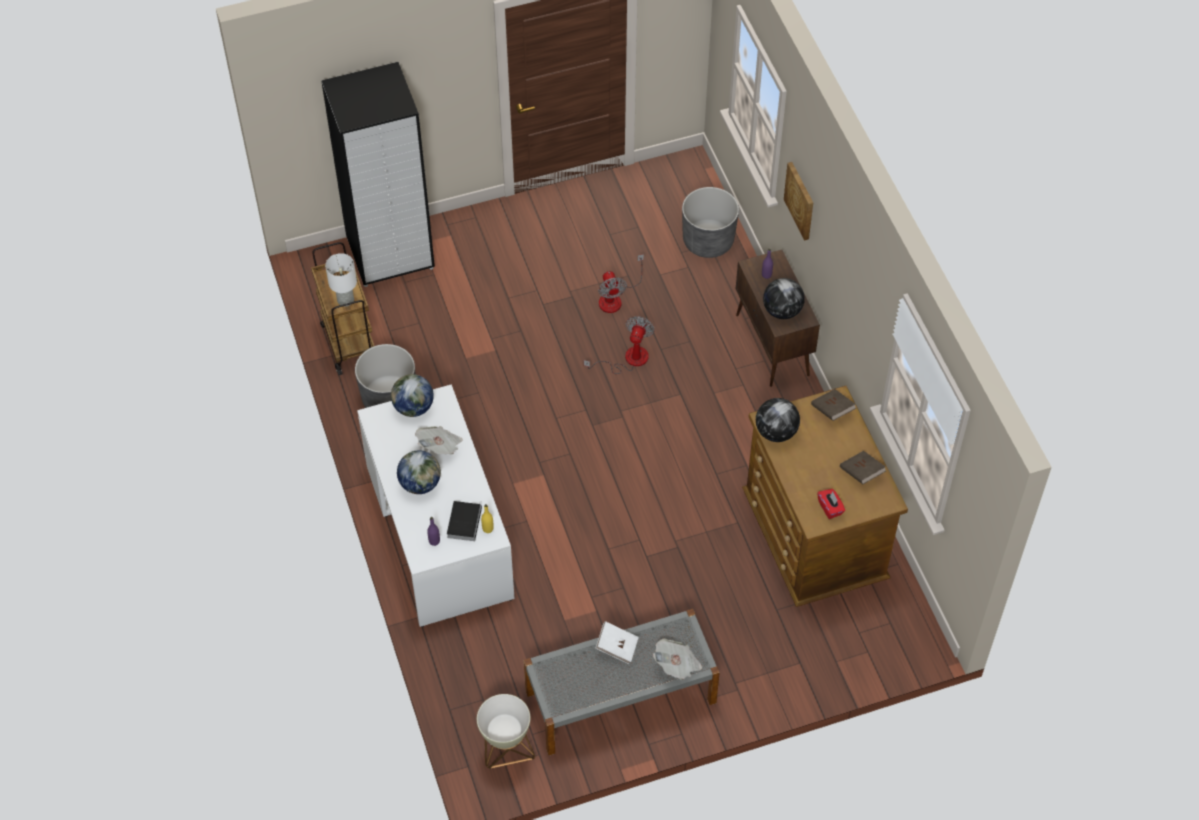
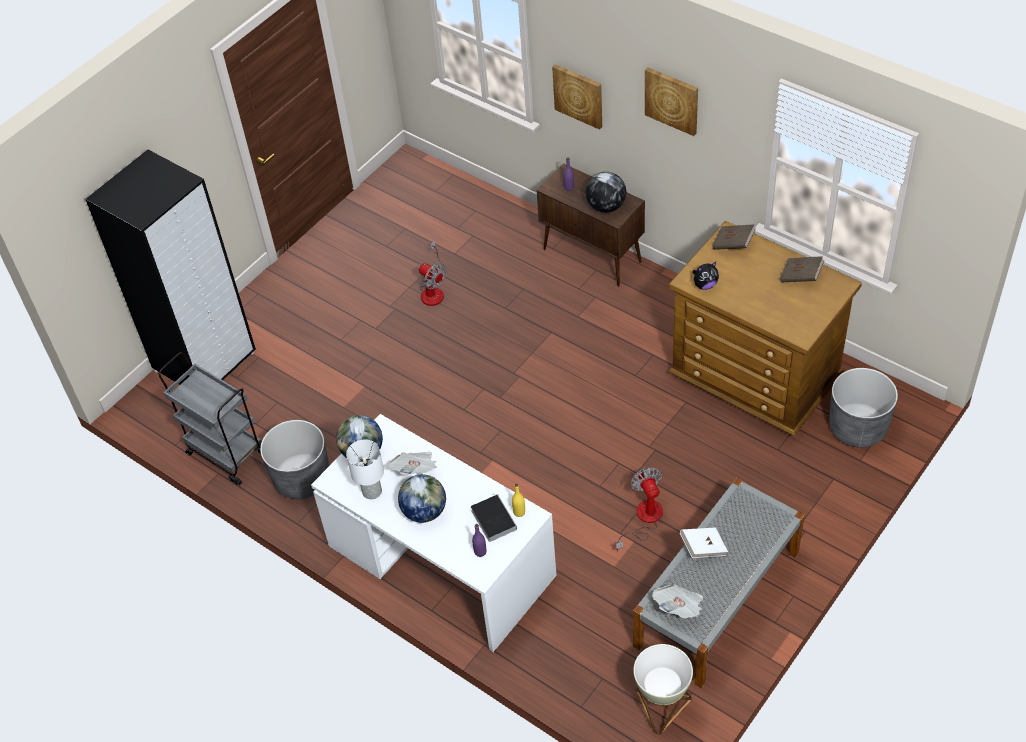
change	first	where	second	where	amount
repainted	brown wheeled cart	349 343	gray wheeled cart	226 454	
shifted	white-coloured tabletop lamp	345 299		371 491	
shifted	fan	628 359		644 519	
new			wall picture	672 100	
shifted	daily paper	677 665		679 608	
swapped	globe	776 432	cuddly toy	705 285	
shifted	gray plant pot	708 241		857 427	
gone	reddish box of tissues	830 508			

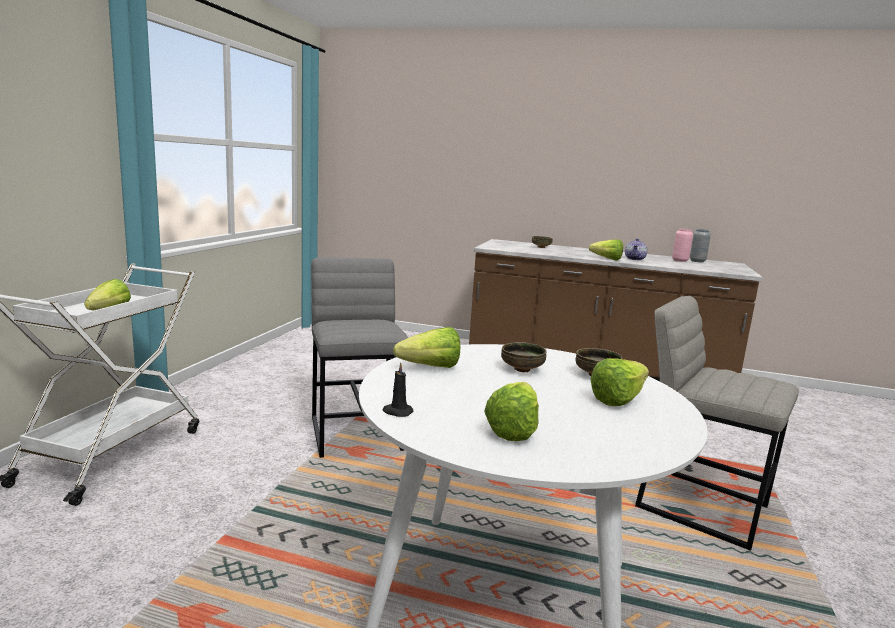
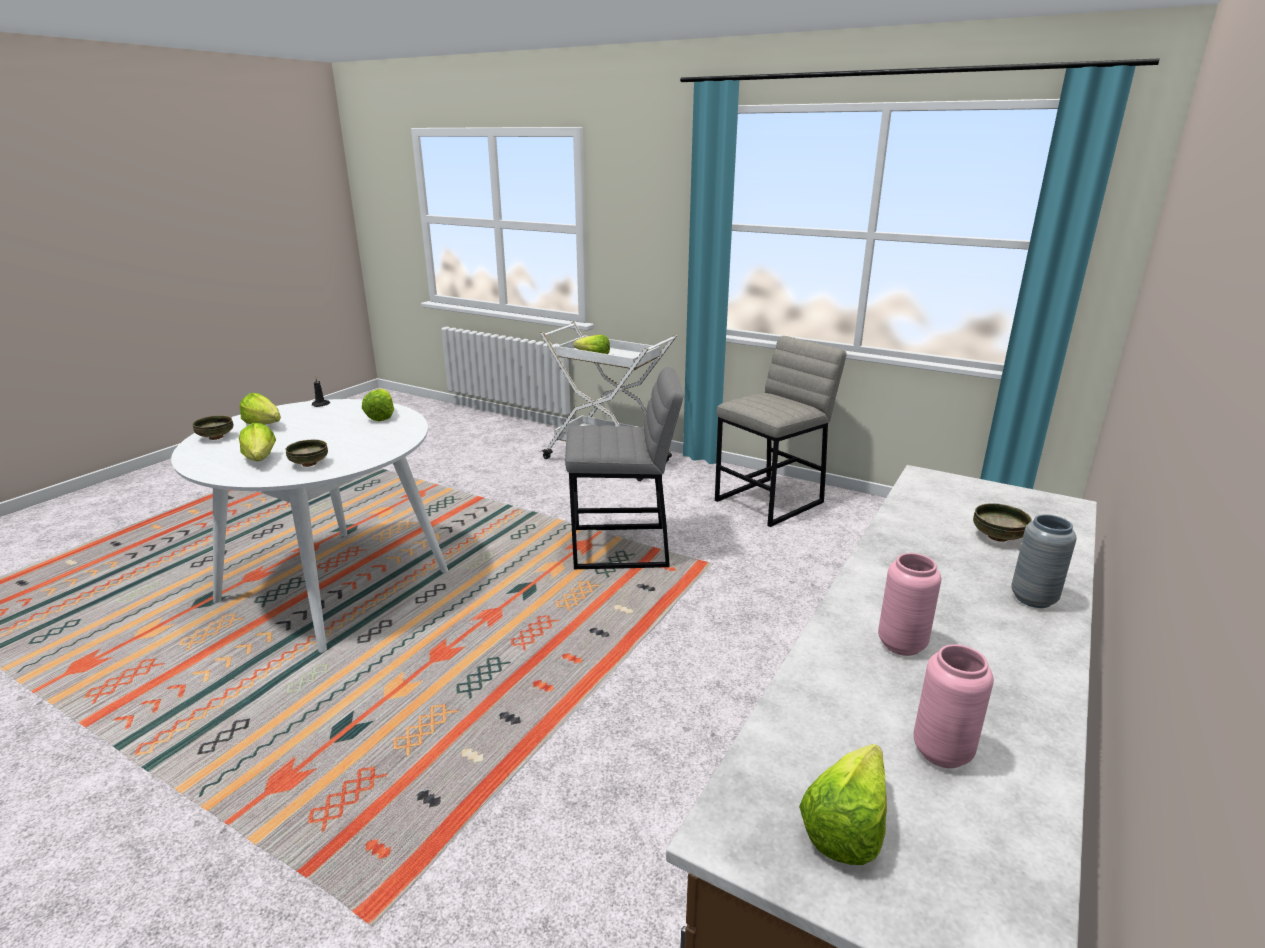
change	first	where	second	where	amount
shifted	serving bowl	522 370		215 437	
shifted	gray chair	698 505		771 500	
shifted	lettuce head	604 258		852 821	
swapped	tea pot	635 259	pinkish decorative vase	901 644	
shifted	gray decorative vase	697 261		1033 599	

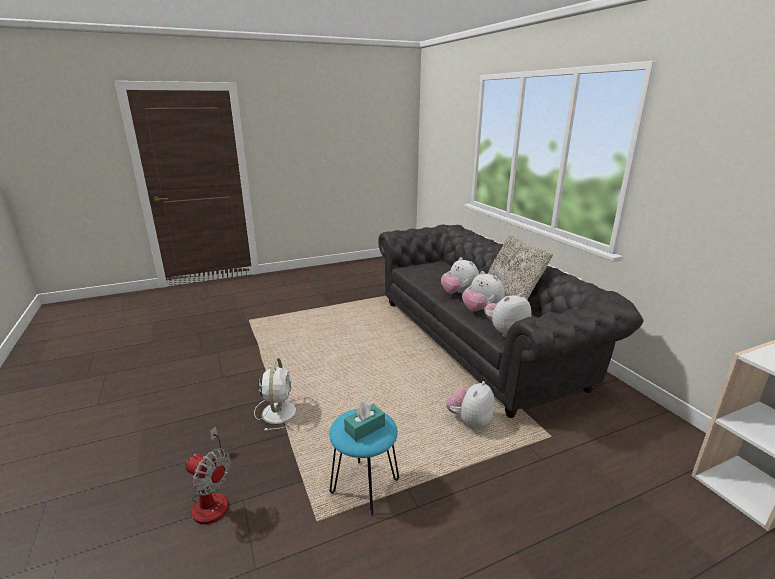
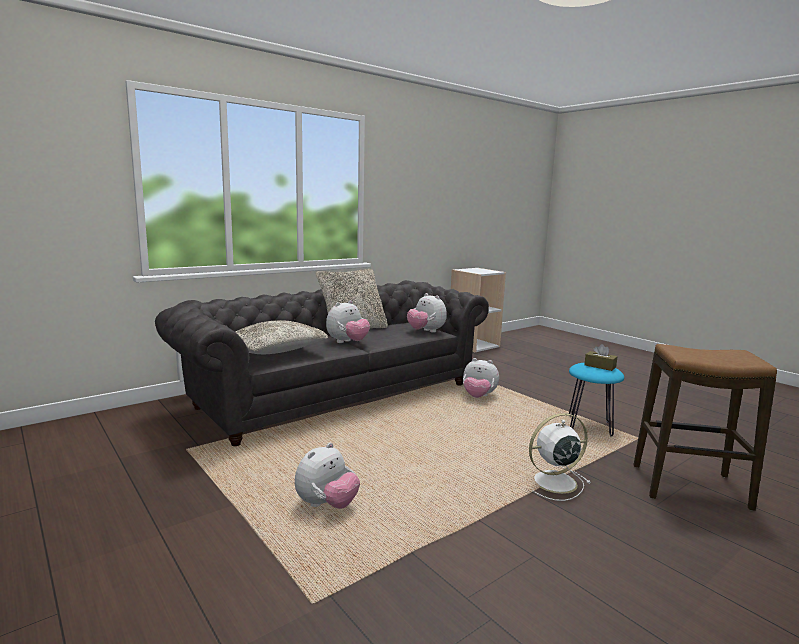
change	first	where	second	where	amount
new			beige cushion	273 352	
shifted	cuddly toy	481 311		326 505	
repainted	blue-green box of tissues	365 428	brown box of tissues	600 366	
swapped	fan	212 498	sitting stool	689 487	

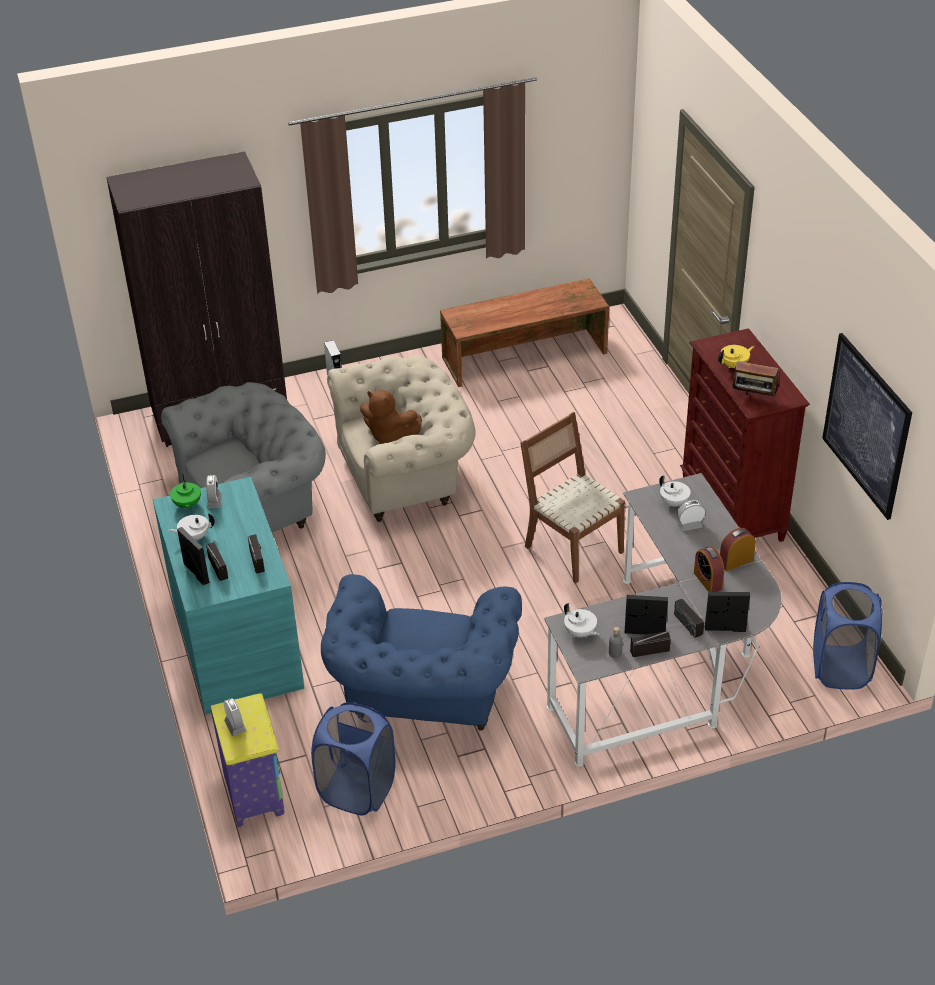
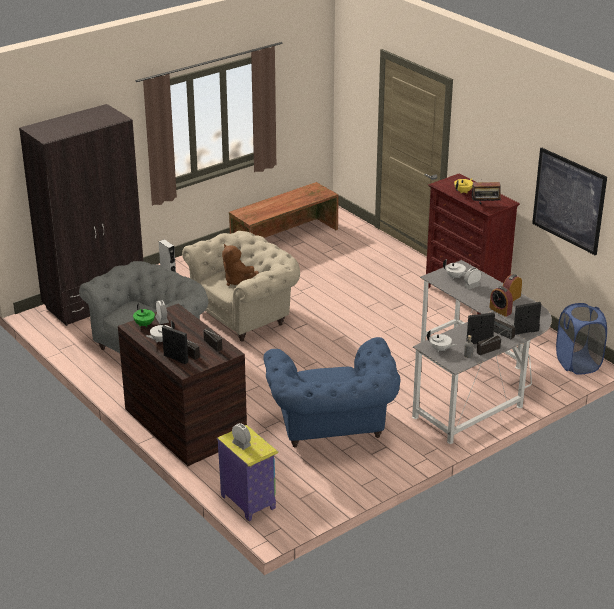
change	first	where	second	where	amount
repainted	blue-green dresser	236 643	brown dresser	185 424	
rotated	brown cuddly toy	389 435		238 281	45 degrees clockwise
gone	blue-coloured laundry basket	357 790			
gone	chair	571 547			

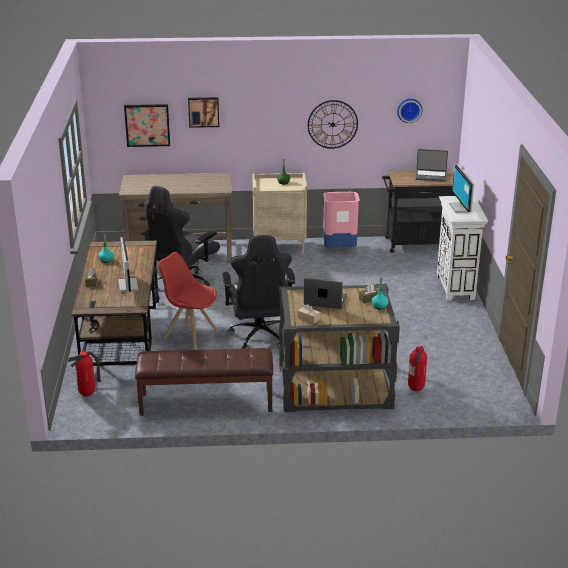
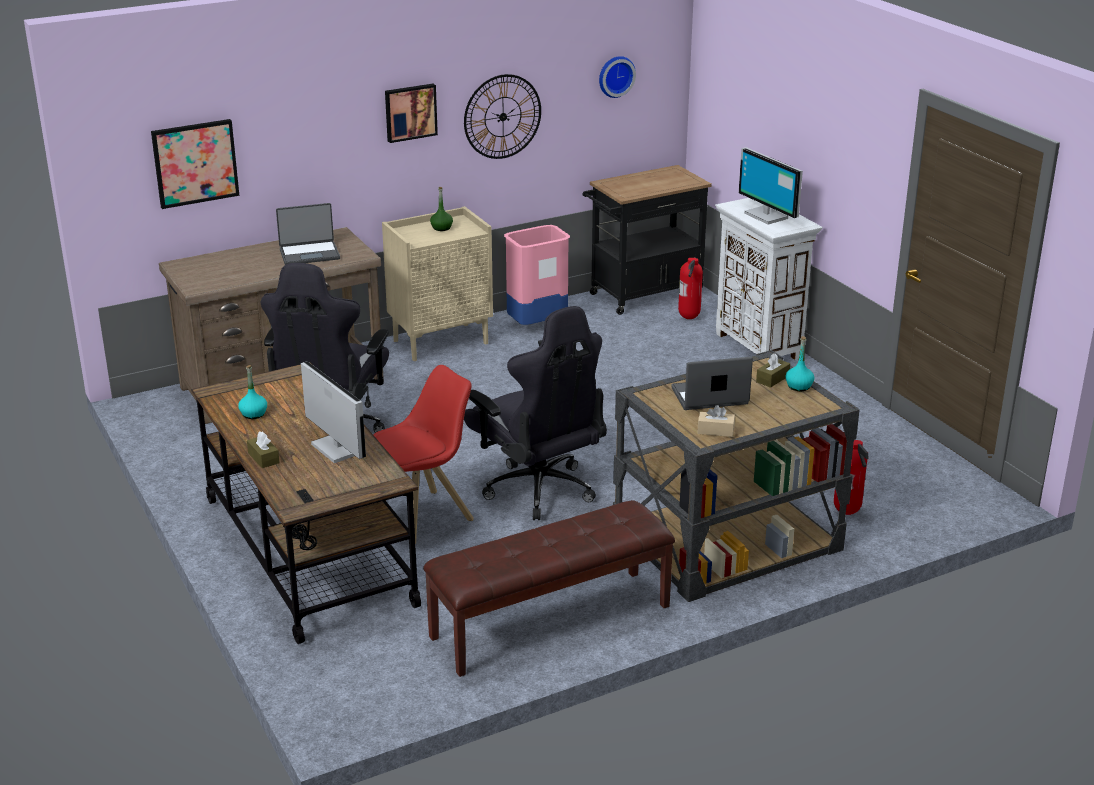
change	first	where	second	where	amount
shifted	laptop	431 176		309 254	
rotated	reddish chair	190 336		424 517	135 degrees clockwise
shifted	wall picture	203 111		410 112	
shifted	fire-fighting cylinder	87 395		689 318	

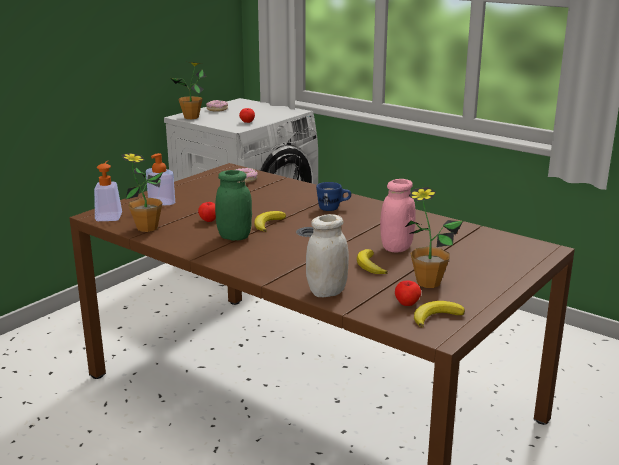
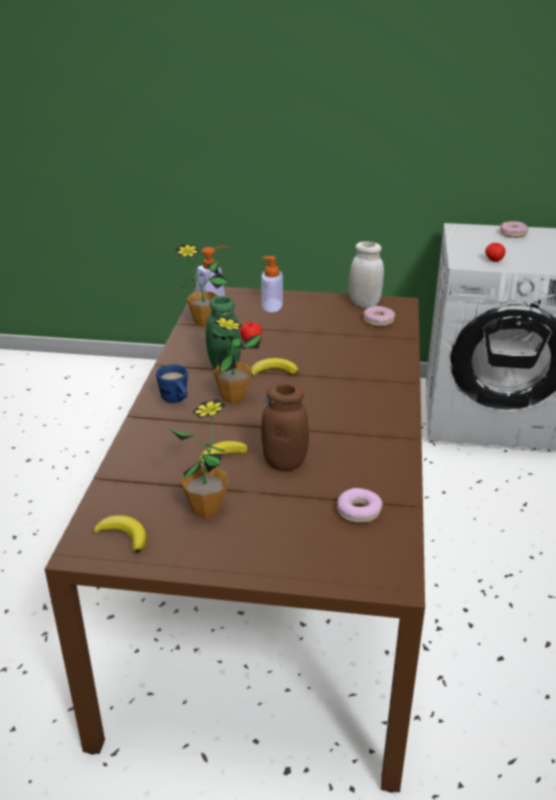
change	first	where	second	where	amount
shifted	blue-coloured coffee mug	333 208		176 400	
shifted	houseplant	191 117		233 397	
repainted	pinkish preserve jar	396 248	brown preserve jar	284 463	
new			doughnut	359 511	
shifted	white-coloured preserve jar	327 292		364 303	
gone	apple	407 303			

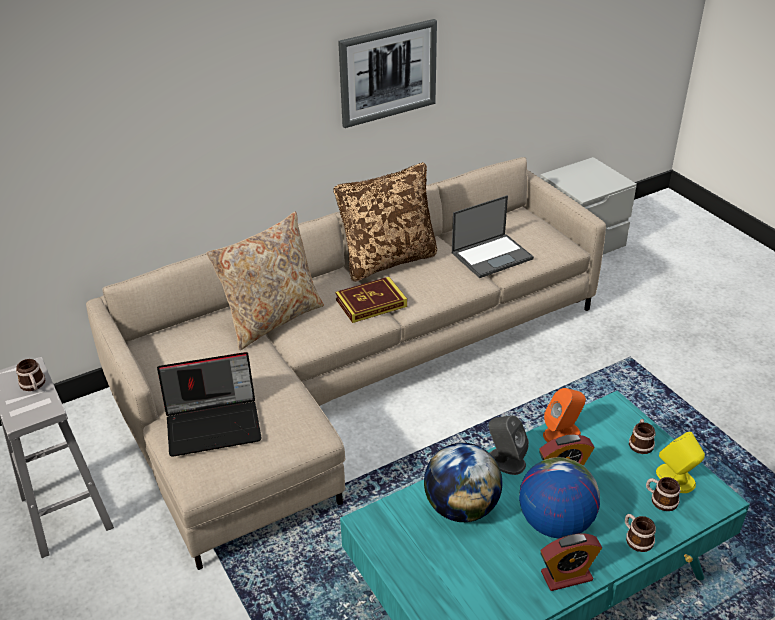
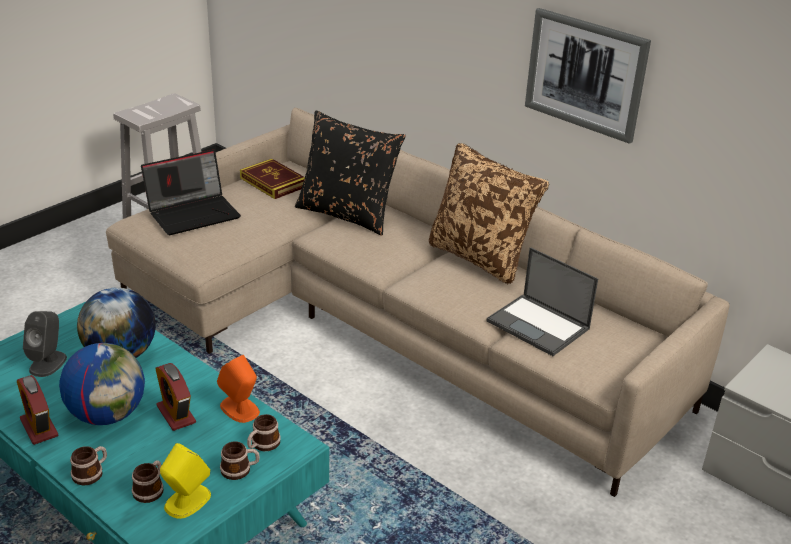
change	first	where	second	where	amount
shifted	gray audio speaker	505 461		48 363	
rotated	laptop	214 423		194 213	90 degrees counterclockwise
shifted	book	371 303		273 182	
shifted	coffee mug	33 386		262 445	
repainted	beige cushion	272 319	blackish cushion	347 214	

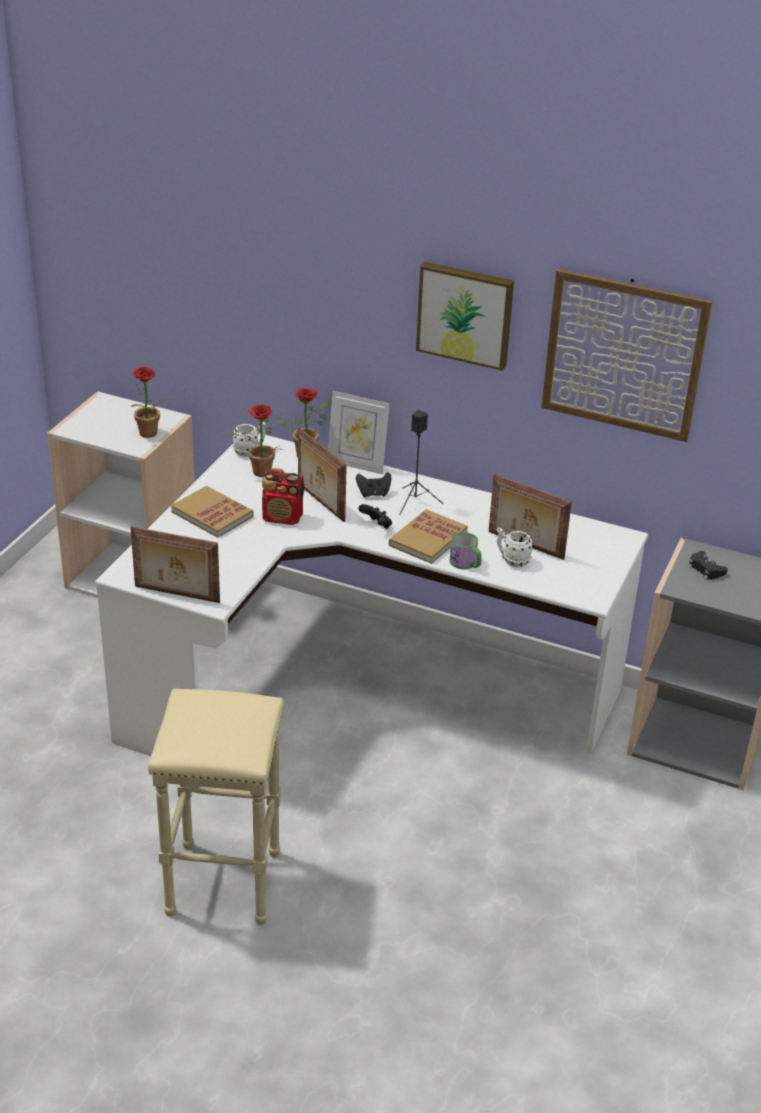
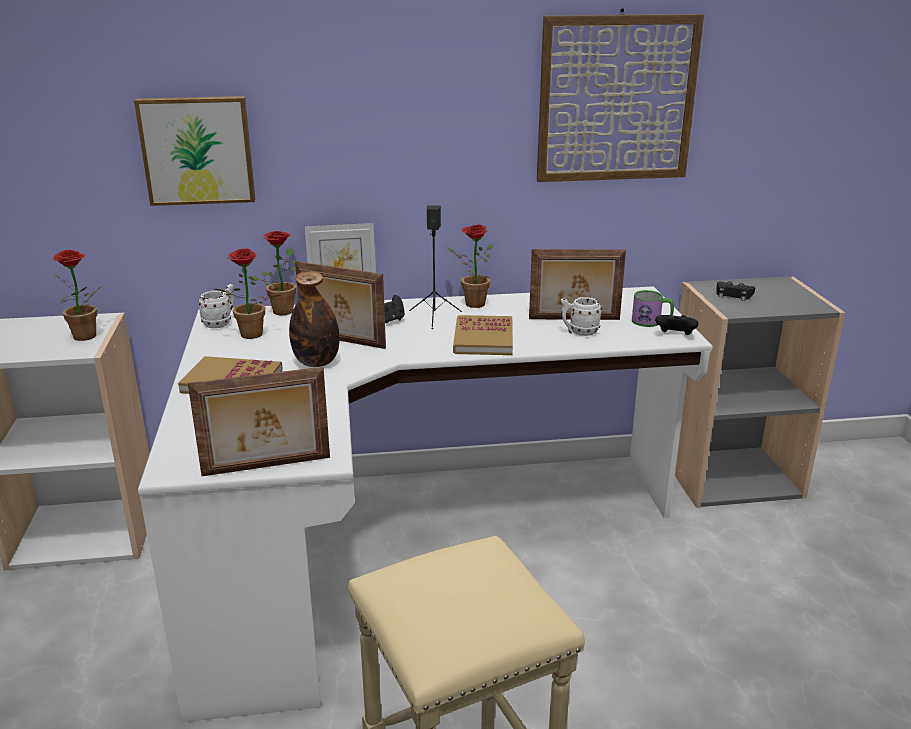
change	first	where	second	where	amount
shifted	wall picture	465 314		197 150	
swapped	radio receiver	283 517	drink bottle	316 362	
new			houseplant	470 304	
shifted	coffee mug	466 564		651 322	
shifted	blackish game controller	376 526		675 336	

